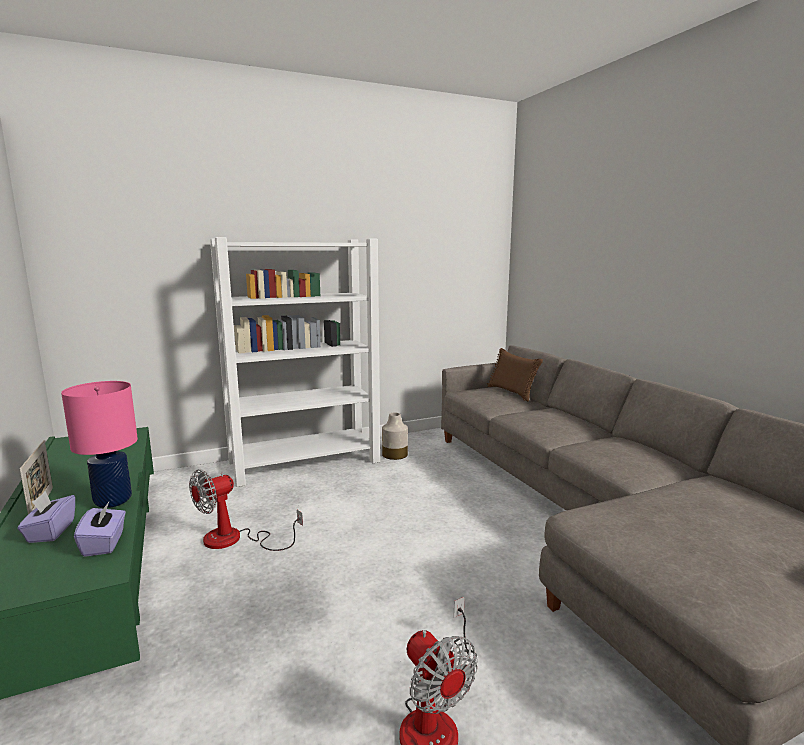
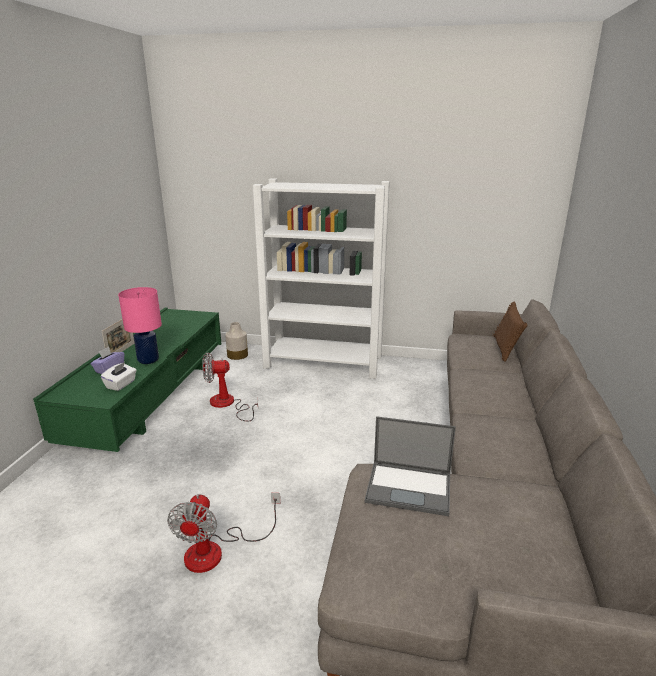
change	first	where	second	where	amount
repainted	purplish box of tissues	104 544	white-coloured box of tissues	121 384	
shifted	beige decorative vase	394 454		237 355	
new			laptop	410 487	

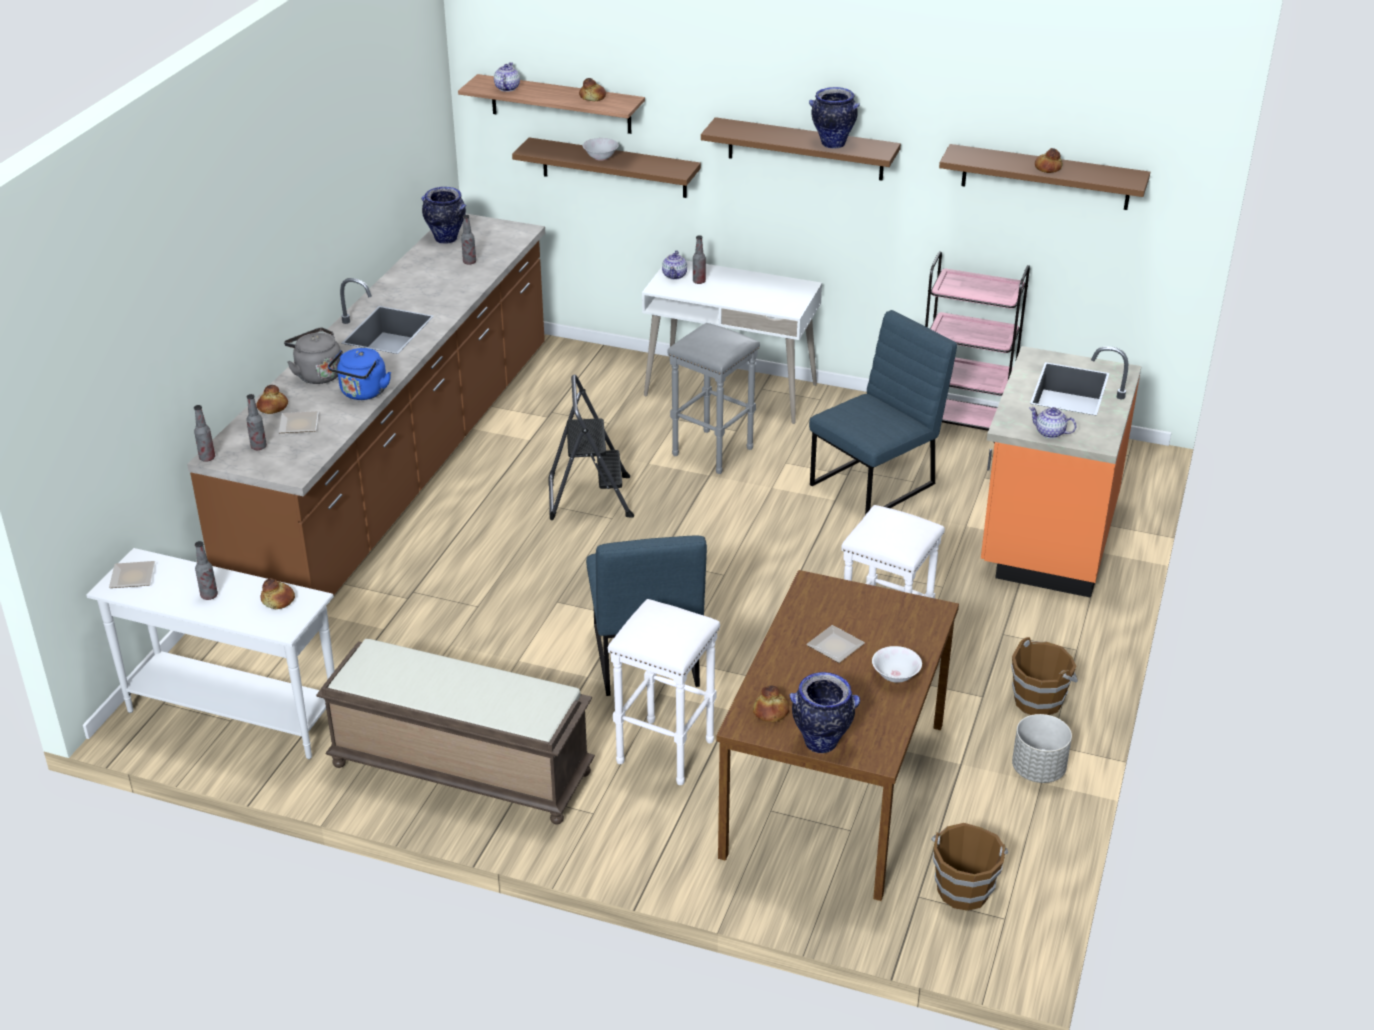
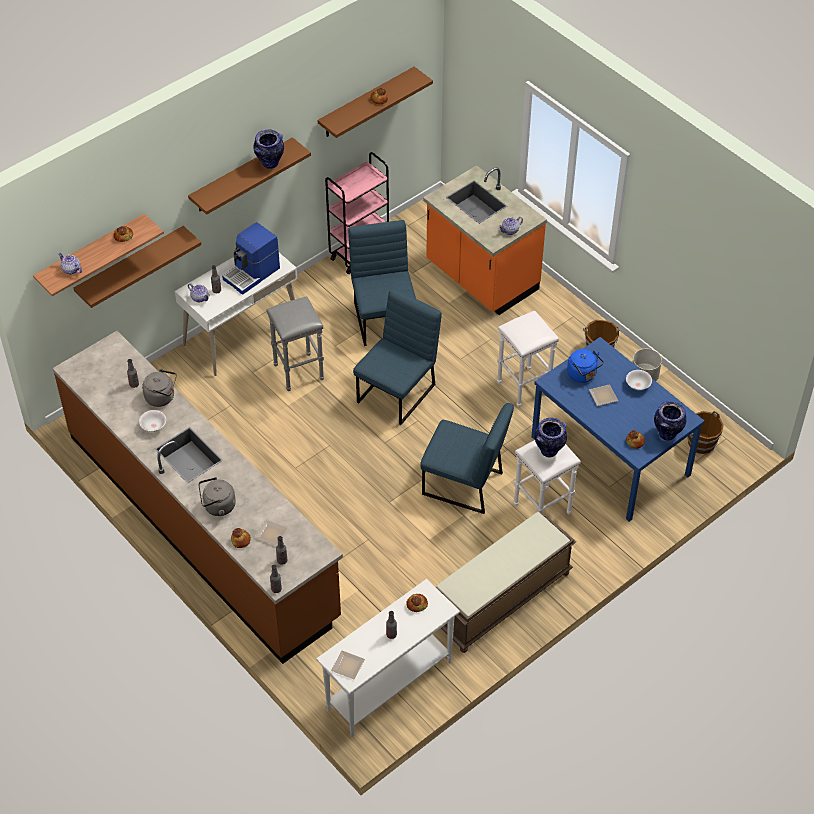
change	first	where	second	where	amount
shifted	white-coloured serving bowl	600 157		153 427	
new			gray kettle	162 397	
new			coffee brewer	252 274	
new			blue-coloured chair	398 392	
repainted	brown dinner table	833 787	blue-coloured dinner table	609 456	
shifted	decorative vase	446 239		549 451	
shifted	blue-coloured kettle	362 393		583 375	
gone	blackish step stool	585 497			

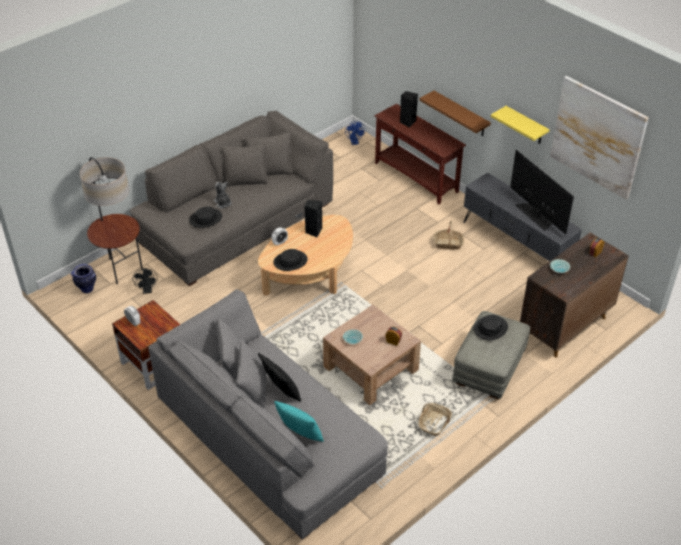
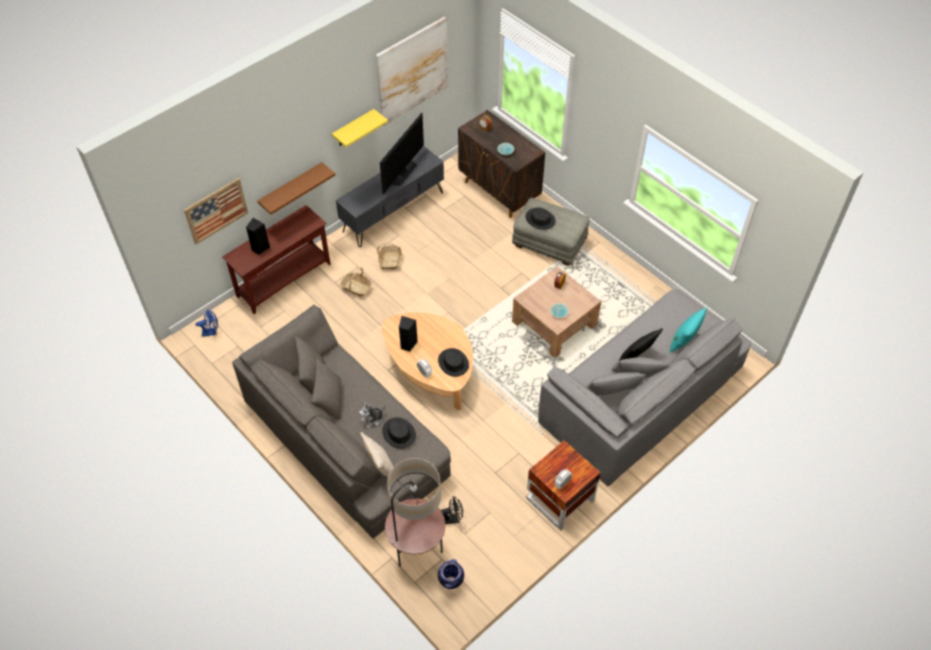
change	first	where	second	where	amount
new			wall picture	216 210	
shifted	basket	434 423		356 287	
new			beige cushion	380 467	
rotated	TV set	535 215		402 172	150 degrees clockwise

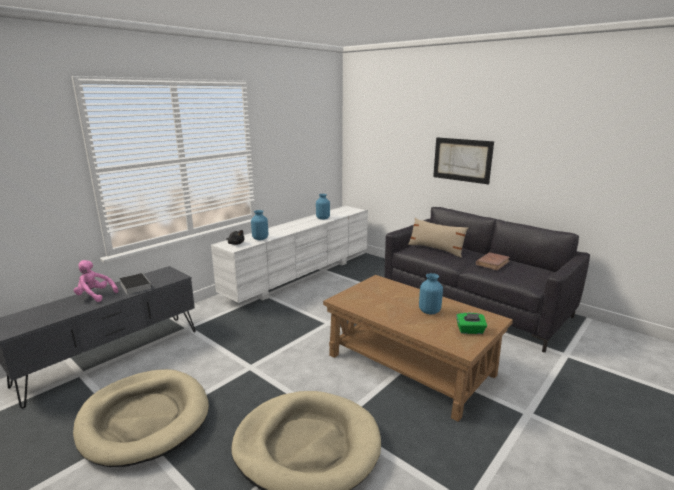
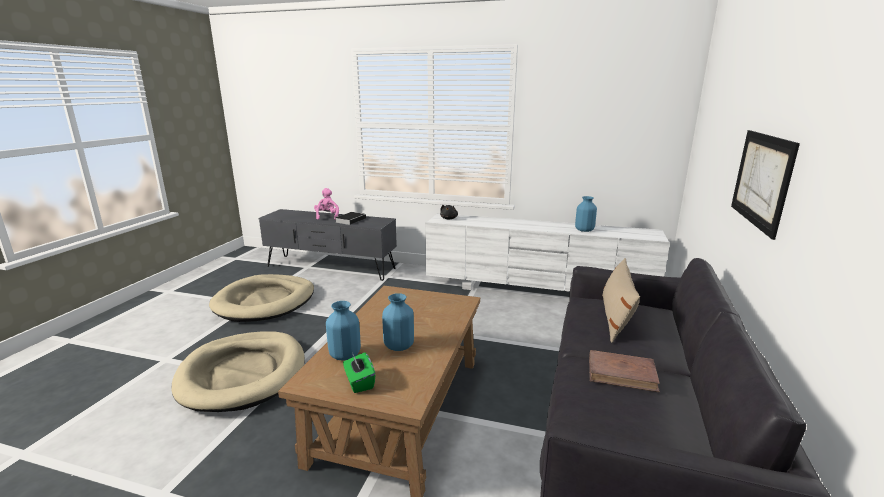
change	first	where	second	where	amount
shifted	blue-coloured decorative vase	260 239		344 355	

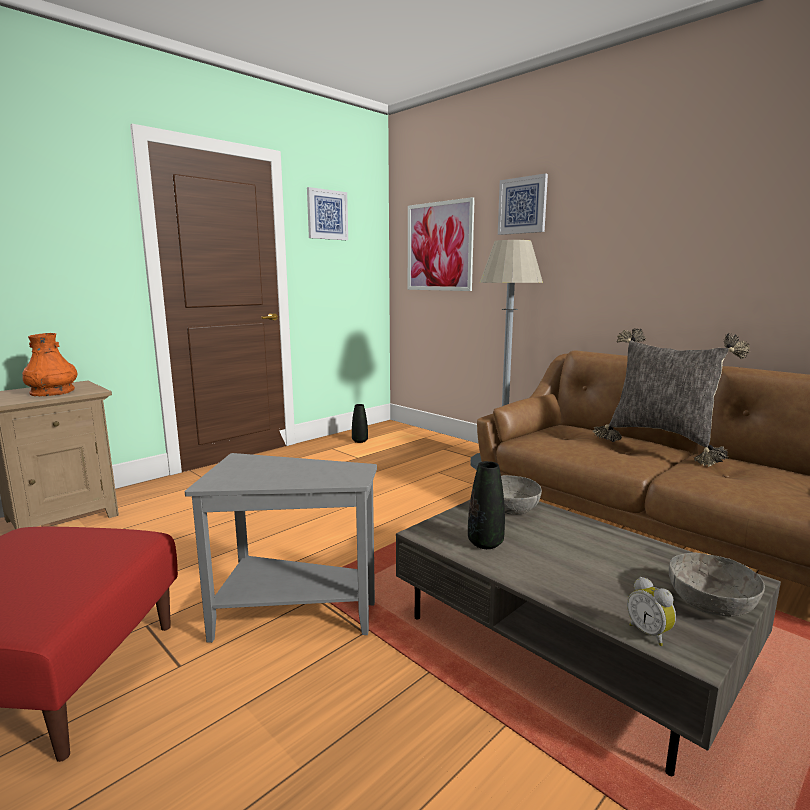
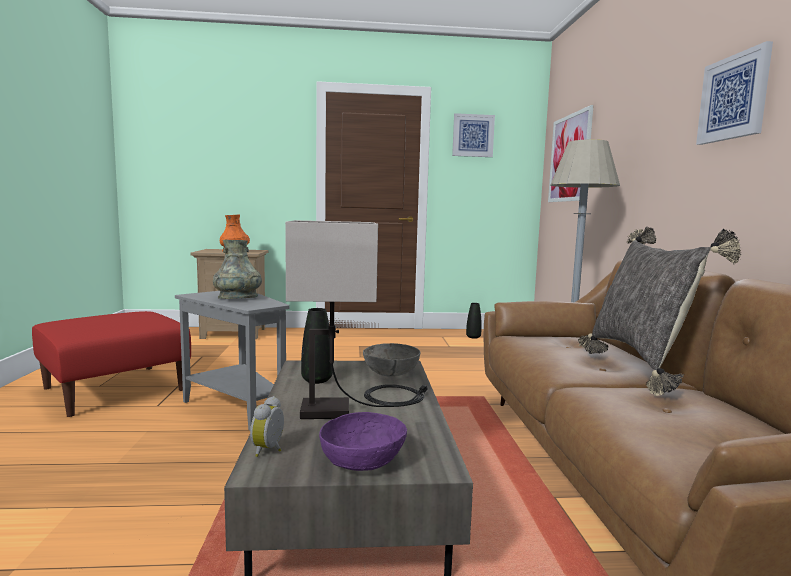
change	first	where	second	where	amount
new			gray decorative vase	238 298	
new			tabletop lamp	357 405	
repainted	gray serving bowl	710 602	purplish serving bowl	362 461	
shifted	wall picture	522 205		733 97	

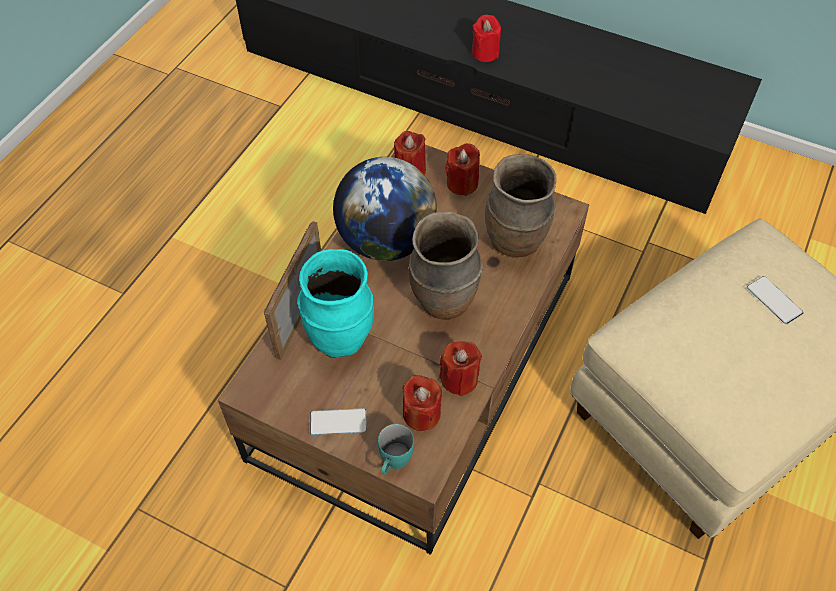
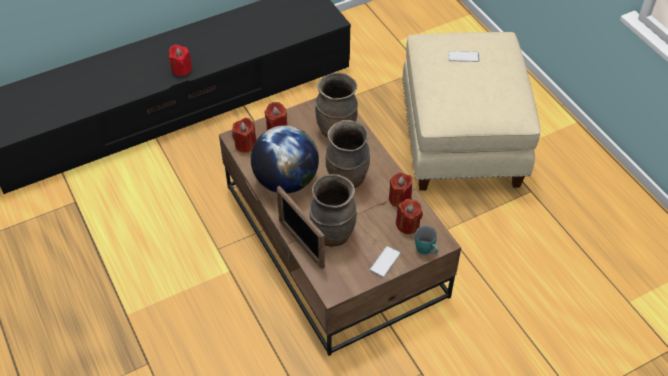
change	first	where	second	where	amount
repainted	blue-green decorative vase	340 337	brown decorative vase	332 234	

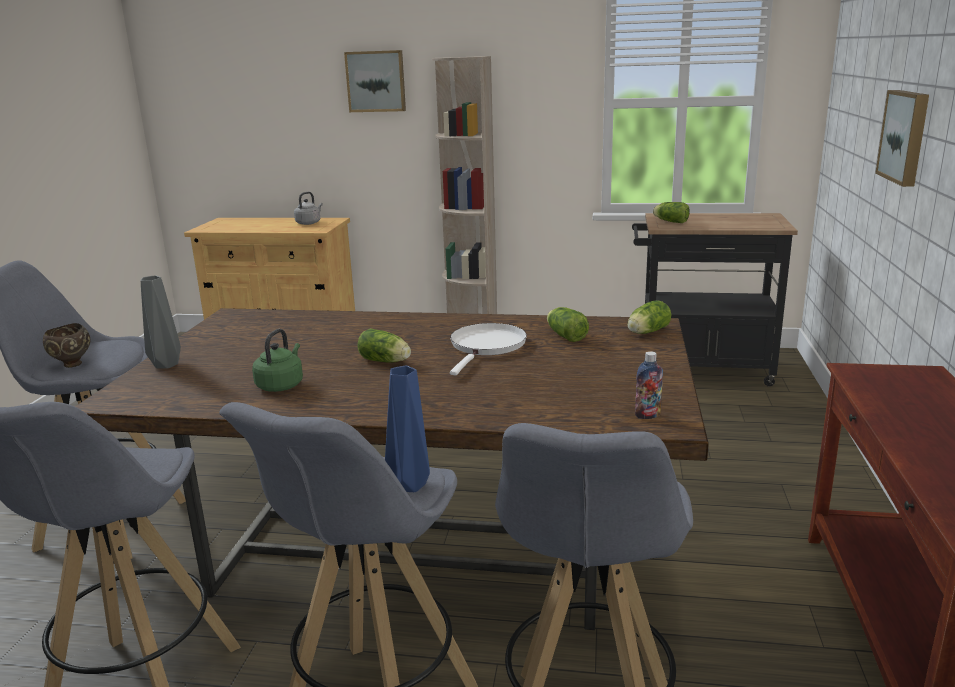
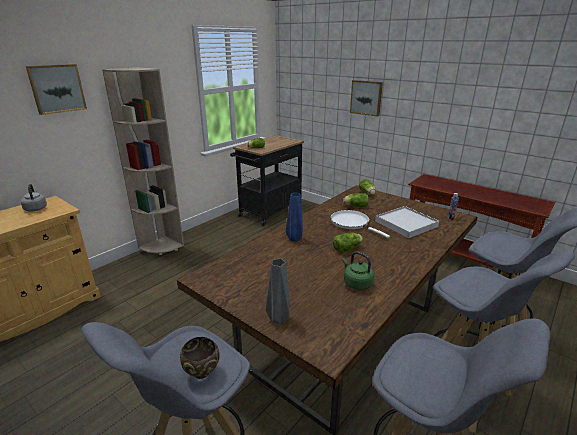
change	first	where	second	where	amount
shifted	blue-coloured decorative vase	412 484		294 238	
new			white-coloured serving tray	406 224	

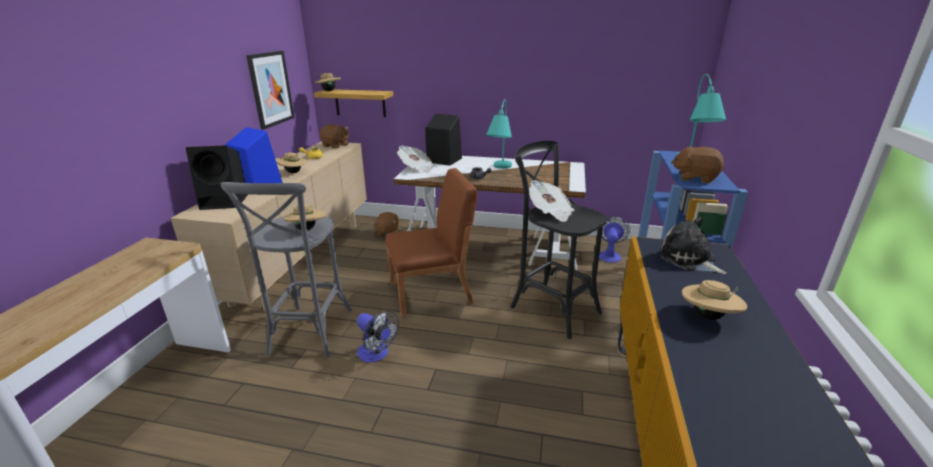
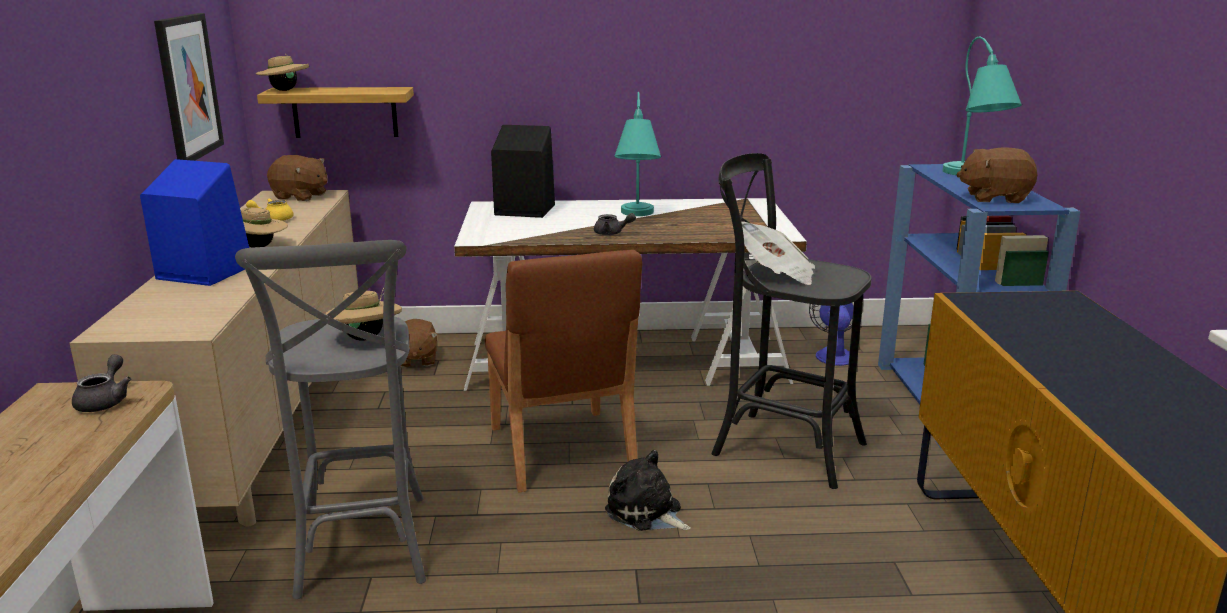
change	first	where	second	where	amount
new			gray tea pot	105 401	
rotated	brown chair	432 293		561 450	105 degrees clockwise
shifted	cuddly toy	689 260		646 512	
gone	blackish audio speaker	226 201			
gone	fan	376 354			
gone	daily paper	416 169			
gone	beige clothing hat	708 316			

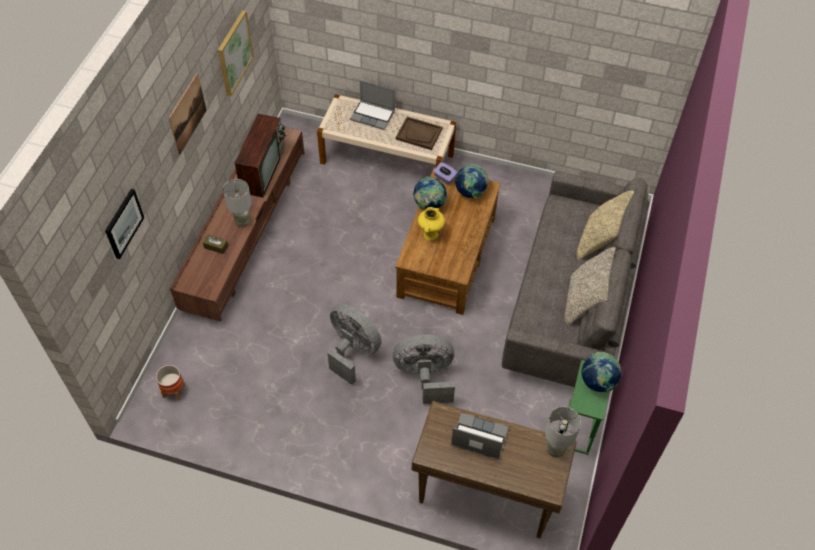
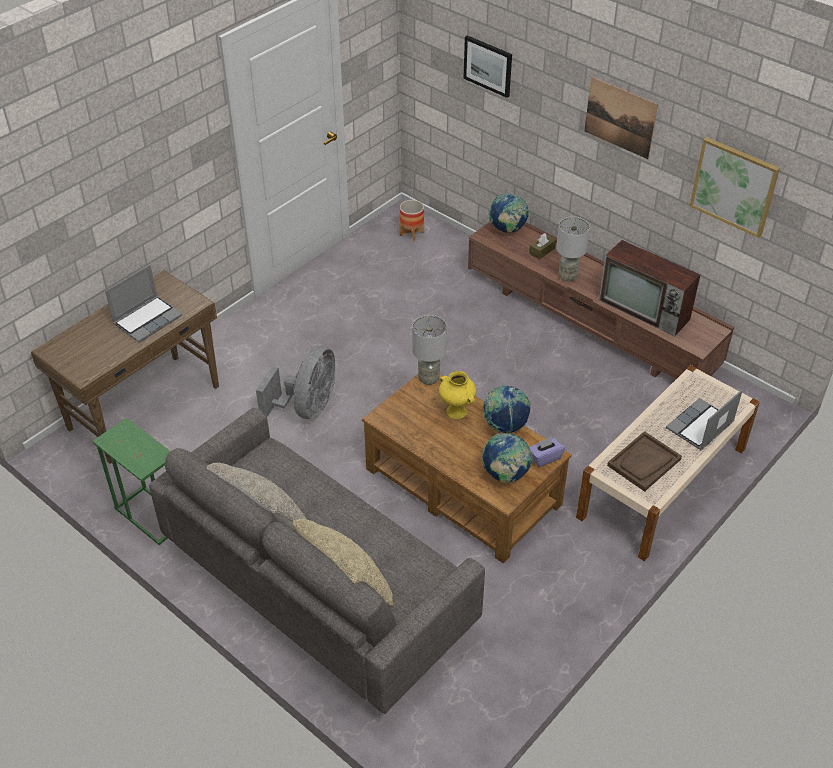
change	first	where	second	where	amount
shifted	gray tabletop lamp	555 449		429 379	
shifted	globe	598 382		507 230	
gone	gray fan	353 351			

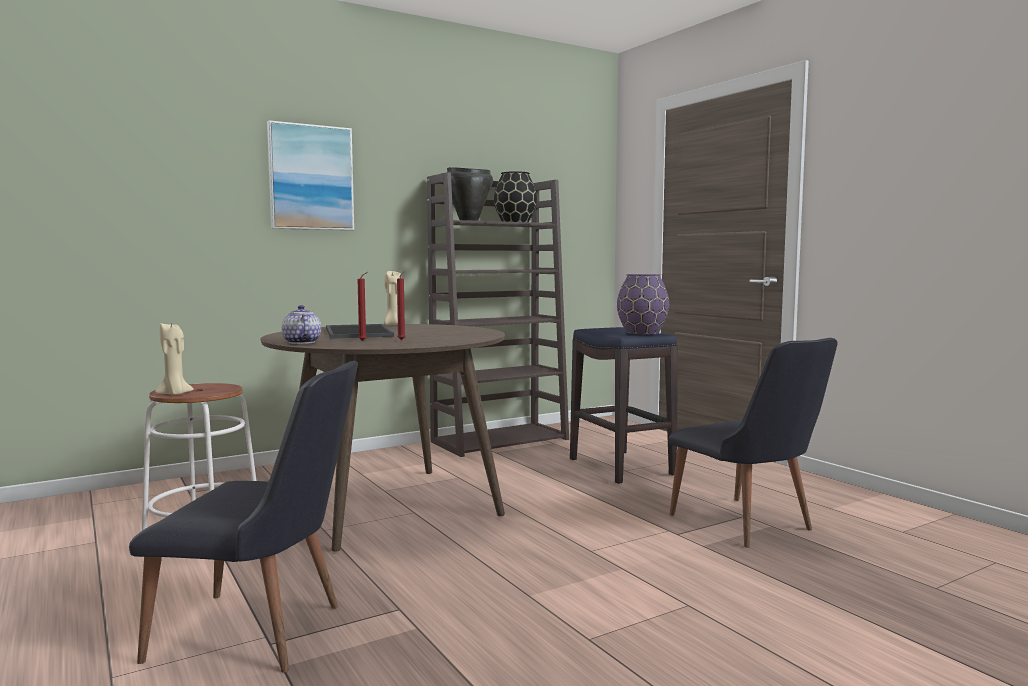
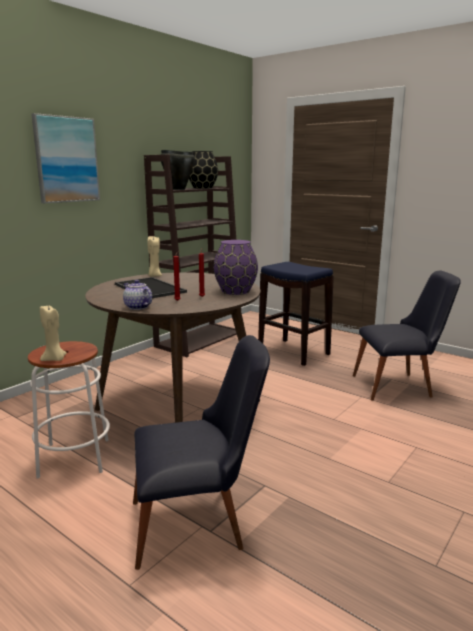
change	first	where	second	where	amount
shifted	purplish decorative vase	643 333		236 291	
rotated	blackish chair	749 526		399 386	45 degrees counterclockwise

